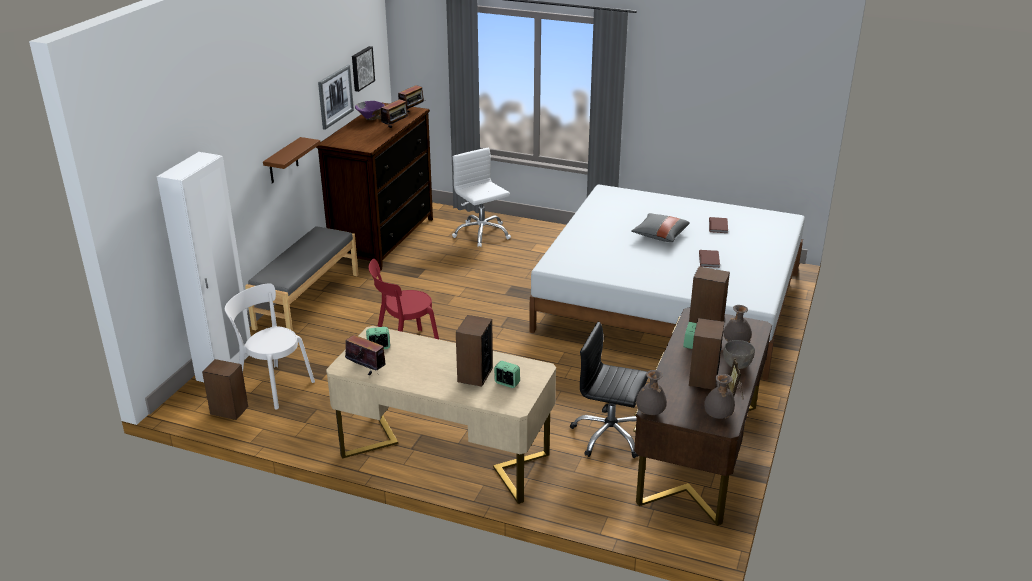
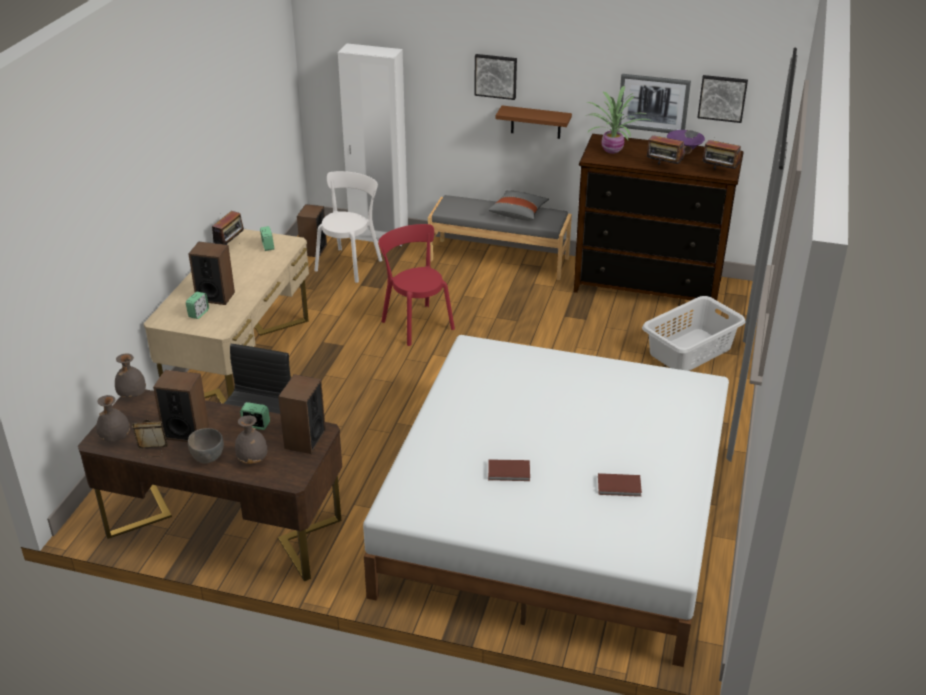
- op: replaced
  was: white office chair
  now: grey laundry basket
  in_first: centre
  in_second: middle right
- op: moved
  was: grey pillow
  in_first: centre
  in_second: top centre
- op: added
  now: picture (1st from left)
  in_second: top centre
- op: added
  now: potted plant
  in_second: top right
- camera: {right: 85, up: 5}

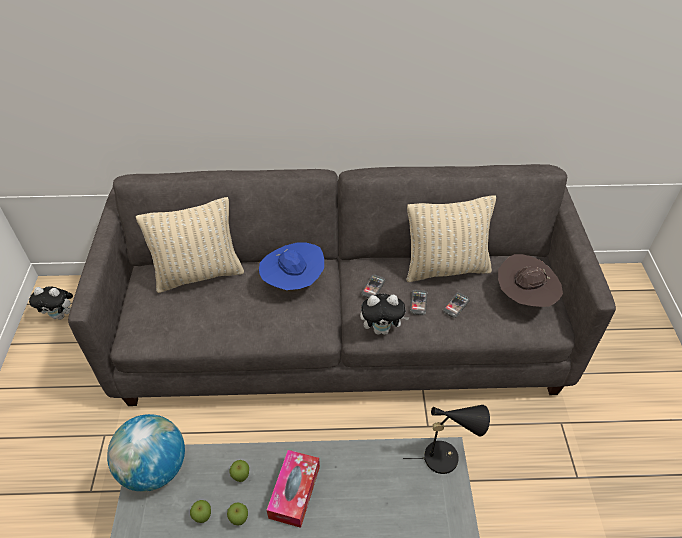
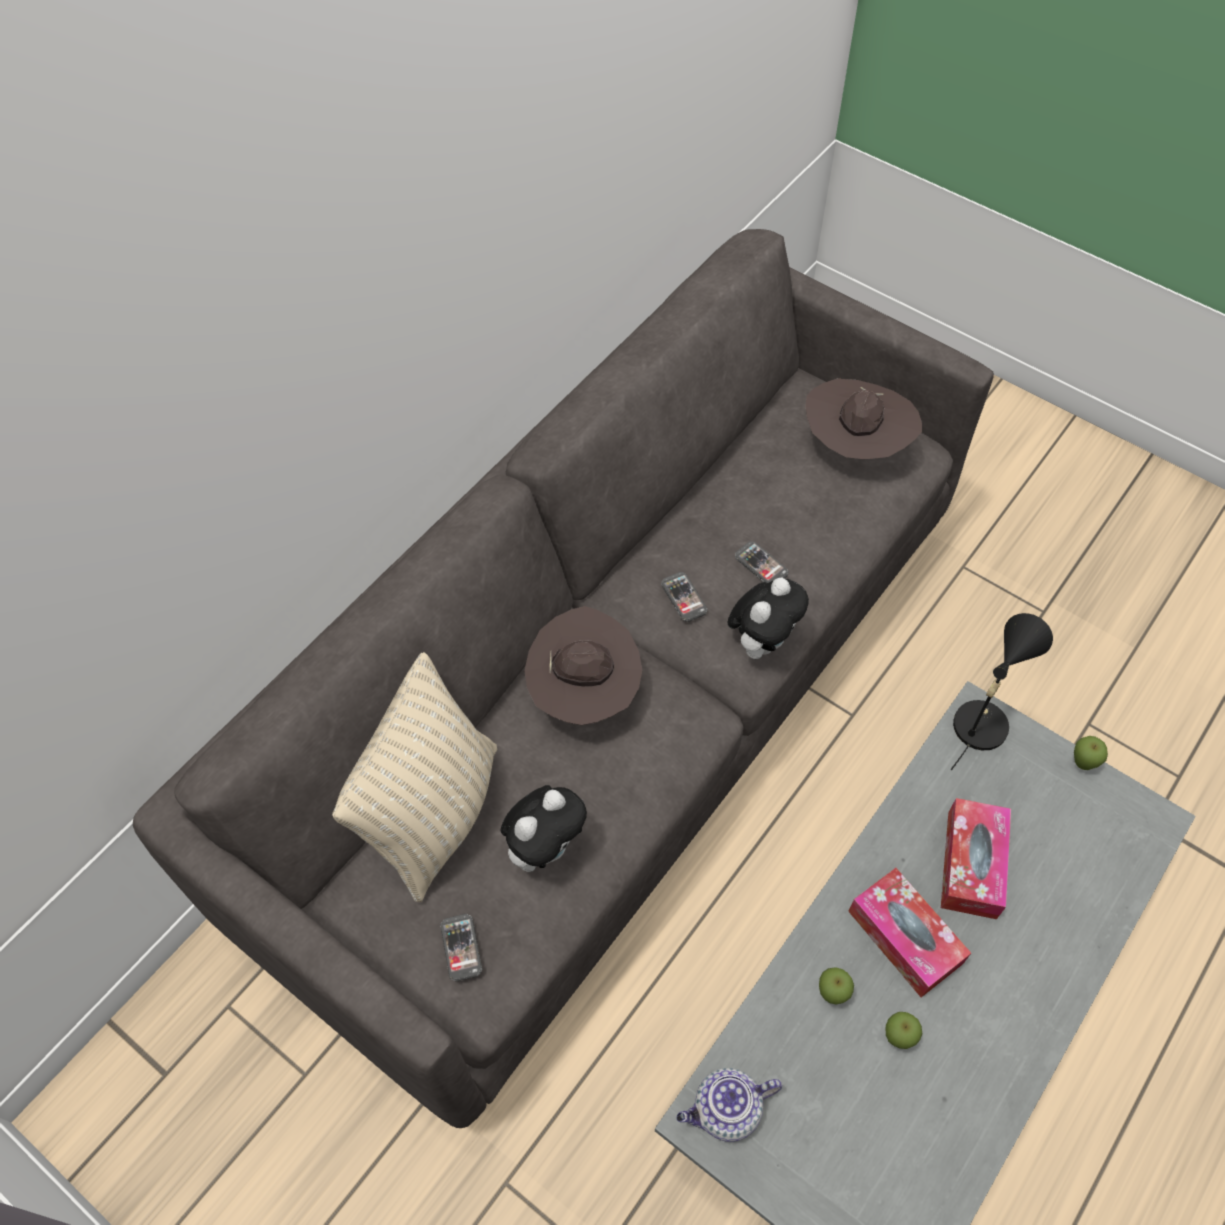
- op: moved
  was: plush toy (1st from left)
  in_first: middle left
  in_second: bottom centre
- op: replaced
  was: globe
  now: teapot
  in_first: bottom left
  in_second: bottom centre
- op: moved
  was: apple (1st from left in the first image)
  now: apple (3rd from left)
  in_first: bottom left
  in_second: middle right
- op: recoloured
  was: blue hat
  now: brown hat (1st from left)
  in_first: centre
  in_second: centre
- op: removed
  was: beige pillow (2nd from left)
  in_first: centre
- op: moved
  was: phone (3rd from left in the first image)
  now: phone (1st from left)
  in_first: middle right
  in_second: bottom centre
- op: added
  now: tissue box (2nd from left)
  in_second: bottom right
- camera: {right: -50, up: 10}

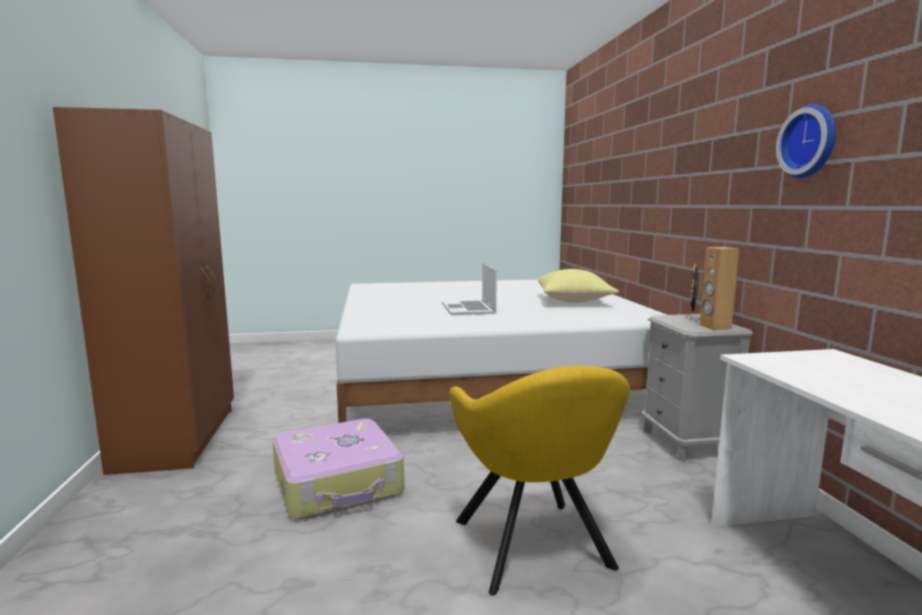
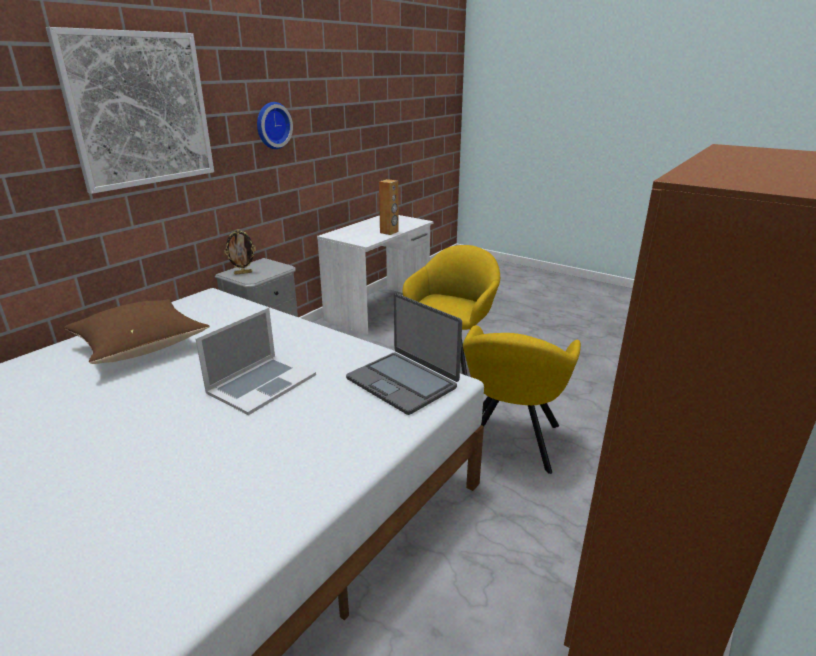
- op: replaced
  was: suitcase
  now: yellow armchair (2nd from left)
  in_first: bottom centre
  in_second: centre
- op: recoloured
  was: yellow pillow
  now: brown pillow
  in_first: centre
  in_second: middle left
- op: moved
  was: brown speaker
  in_first: middle right
  in_second: top centre
- op: added
  now: picture
  in_second: top left
- op: added
  now: laptop (2nd from left)
  in_second: centre
- camera: {right: -135, up: 15}

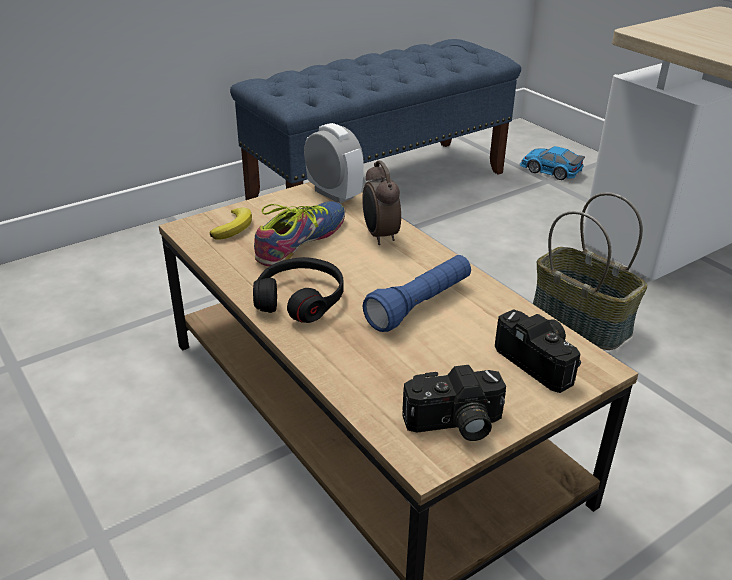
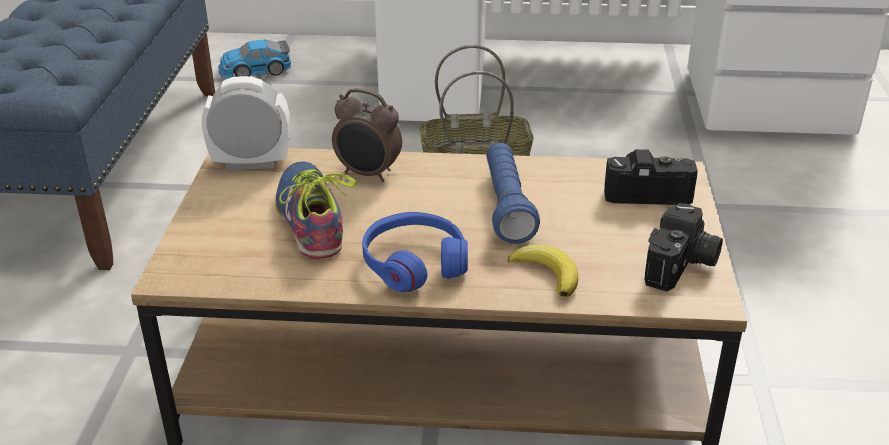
- op: moved
  was: banana
  in_first: middle left
  in_second: centre
- op: recoloured
  was: black headphones
  now: blue headphones
  in_first: centre
  in_second: centre
- camera: {right: -50, up: 0}

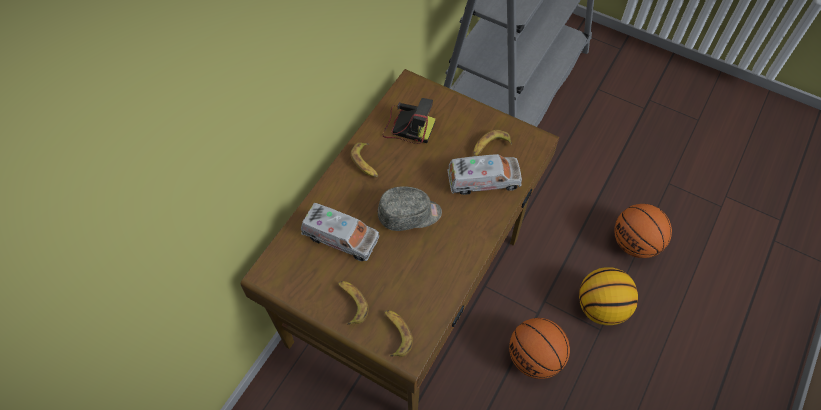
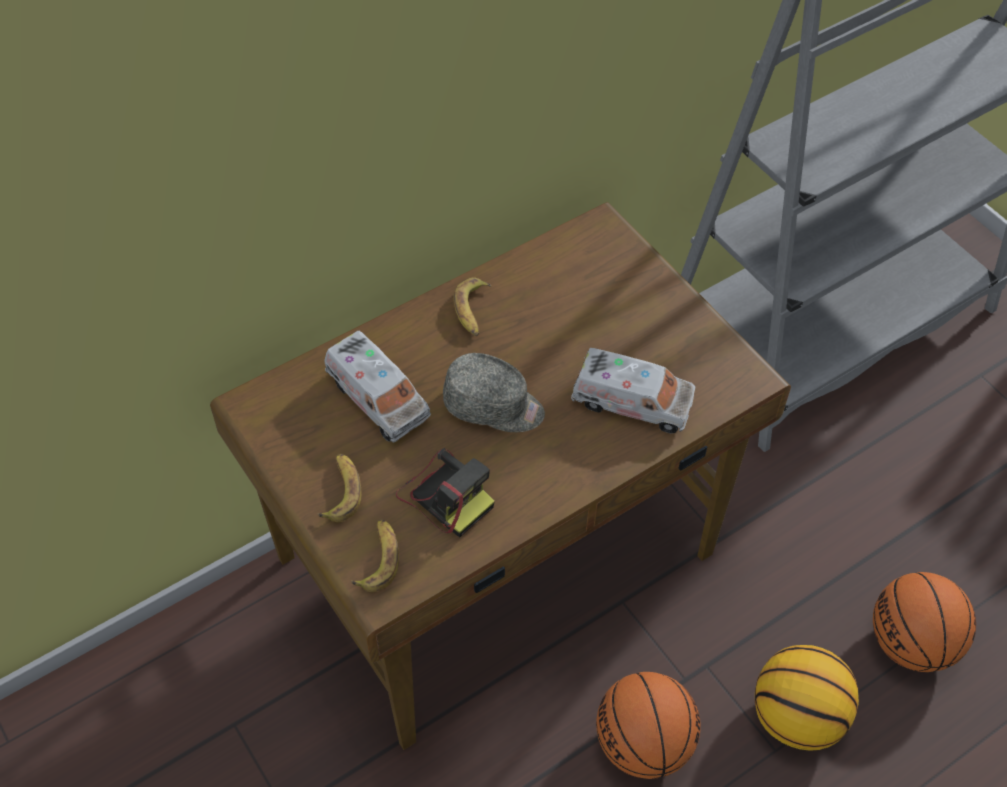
- op: moved
  was: photo camera
  in_first: top centre
  in_second: centre
- op: removed
  was: banana (4th from left)
  in_first: centre
- camera: {right: 25, up: -5}

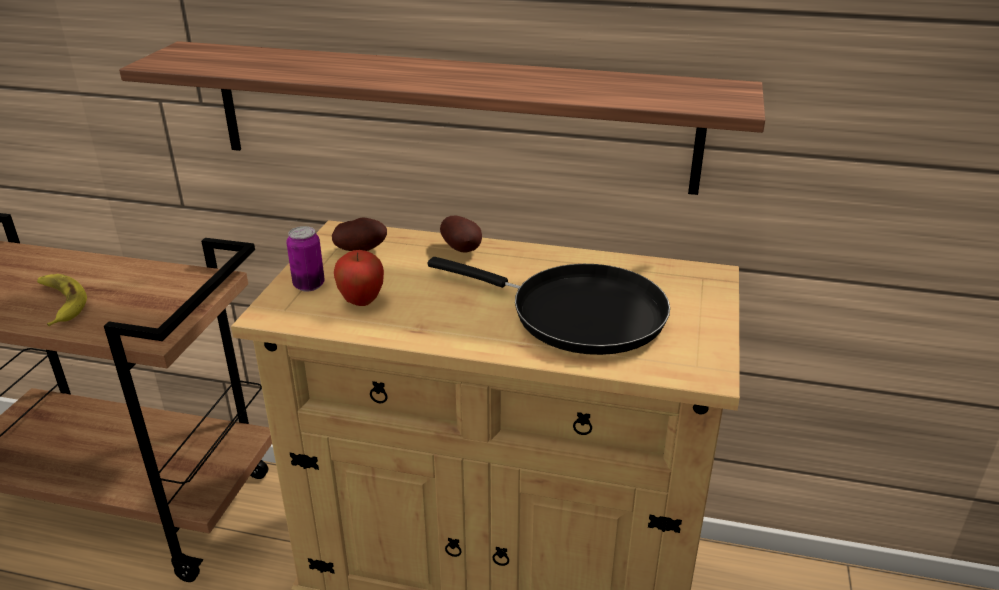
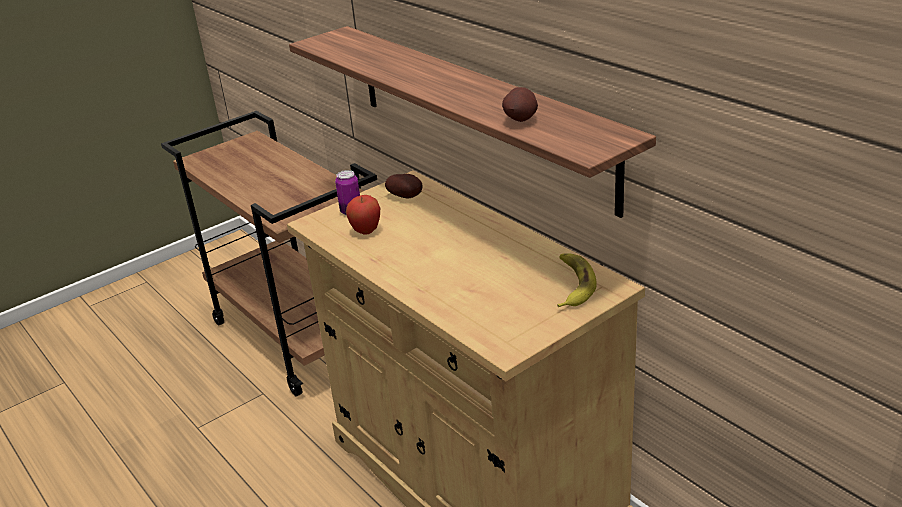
- op: moved
  was: banana
  in_first: middle left
  in_second: centre
- op: removed
  was: black frying pan
  in_first: centre
- op: moved
  was: potato (2nd from left)
  in_first: centre
  in_second: top centre
- camera: {right: 40, up: 0}

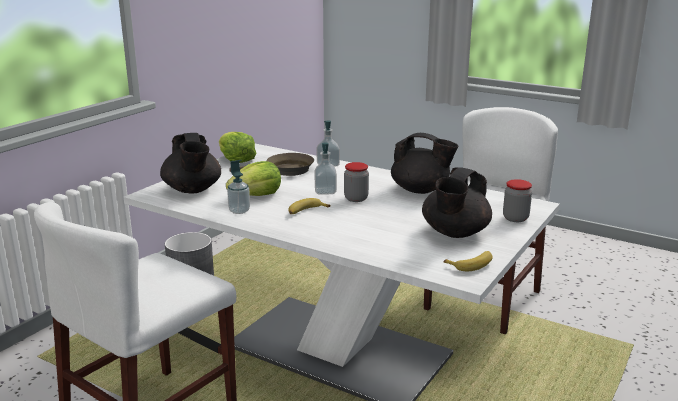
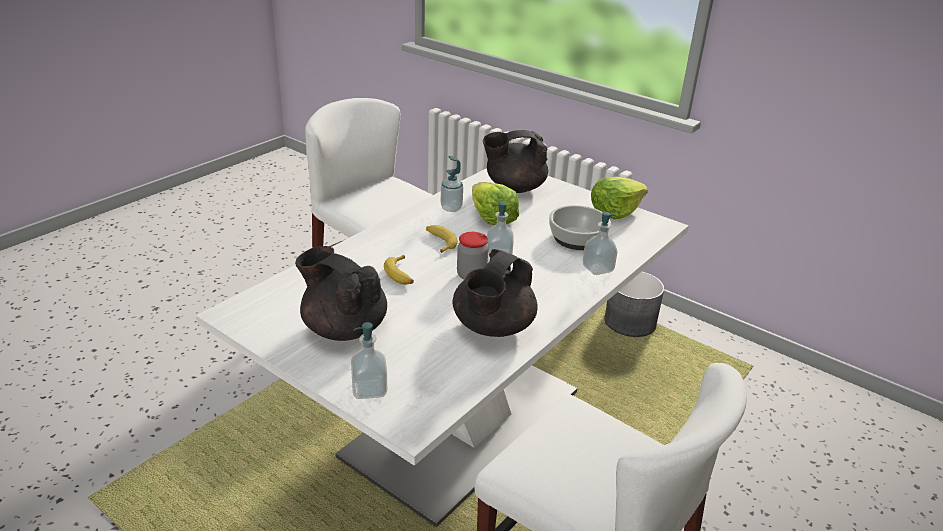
- op: replaced
  was: brown frying pan
  now: bowl
  in_first: centre
  in_second: centre
- op: moved
  was: banana (2nd from left in the first image)
  now: banana (1st from left)
  in_first: middle right
  in_second: centre
- op: replaced
  was: jar (2nd from left)
  now: soap dispenser (1st from left)
  in_first: middle right
  in_second: bottom centre
- camera: {right: 95, up: 10}

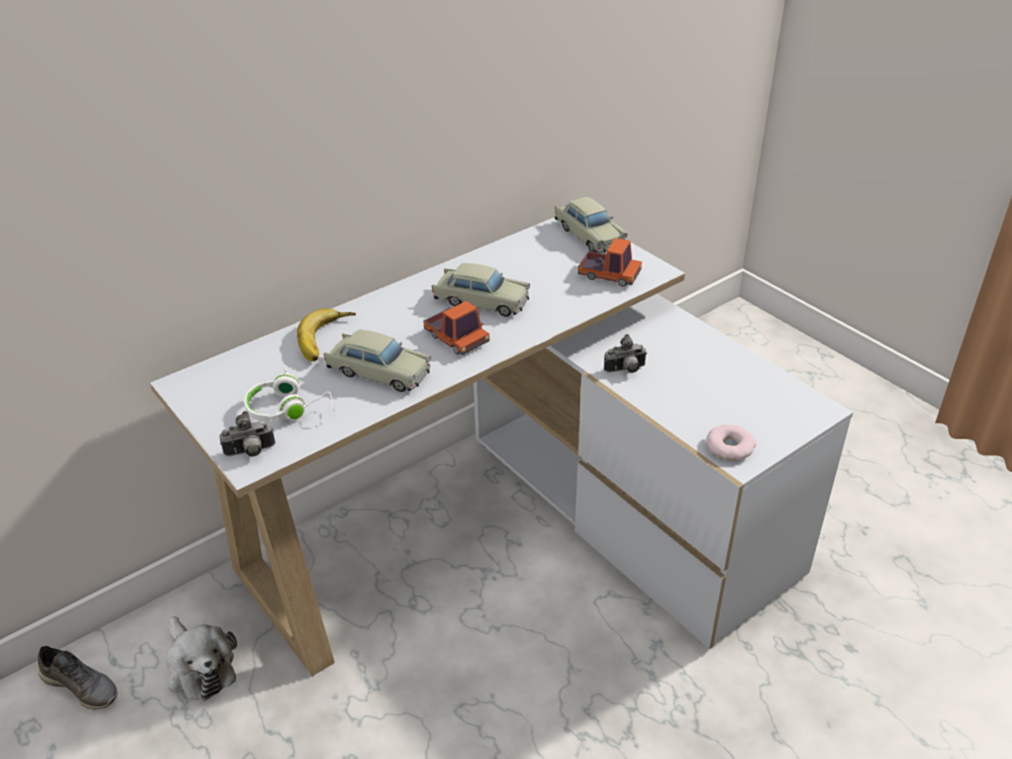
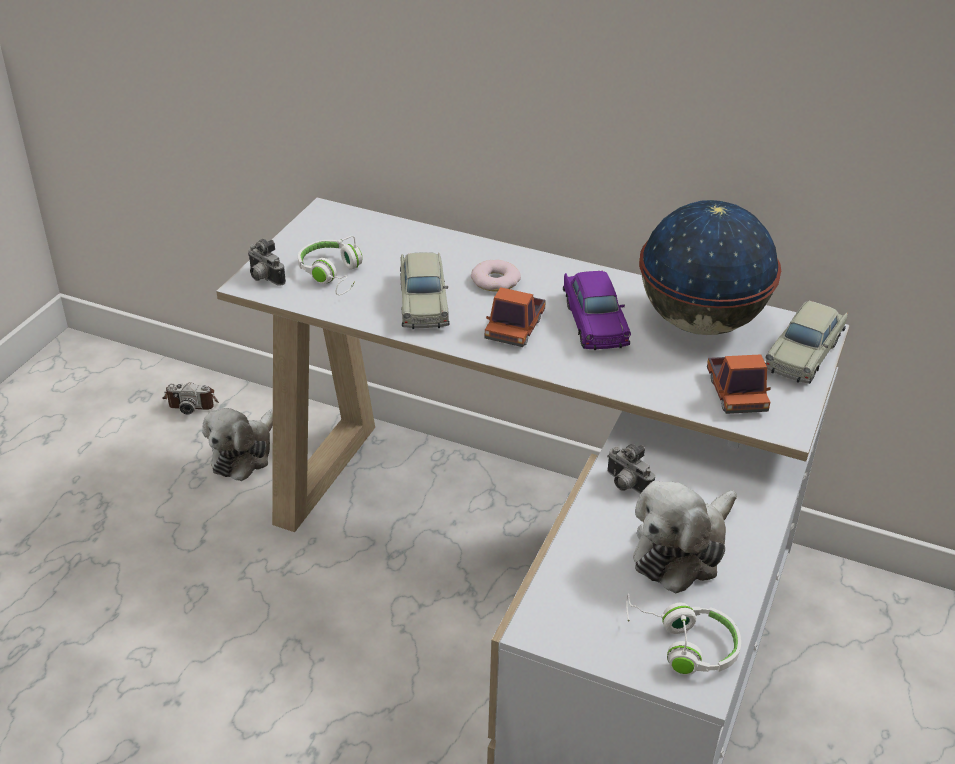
- op: replaced
  was: grey shoe
  now: photo camera (1st from left)
  in_first: bottom left
  in_second: middle left
- op: removed
  was: banana
  in_first: middle left
- op: recoloured
  was: beige toy car (2nd from left)
  now: purple toy car
  in_first: centre
  in_second: centre
- op: moved
  was: donut
  in_first: middle right
  in_second: centre
- op: added
  now: white headphones (2nd from left)
  in_second: bottom right
- op: added
  now: plush toy (2nd from left)
  in_second: bottom right
- op: added
  now: globe
  in_second: middle right
- camera: {right: 60, up: 0}

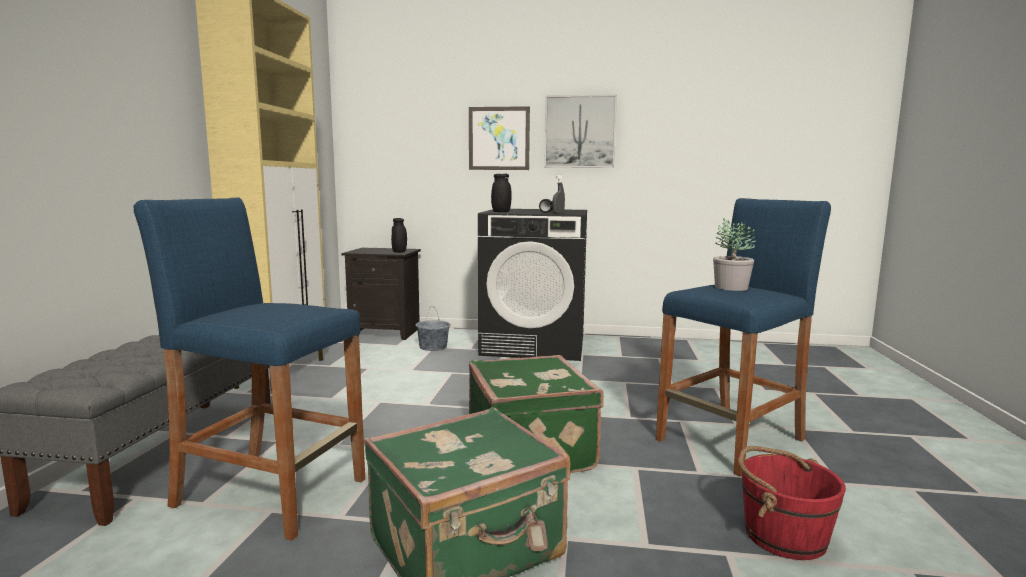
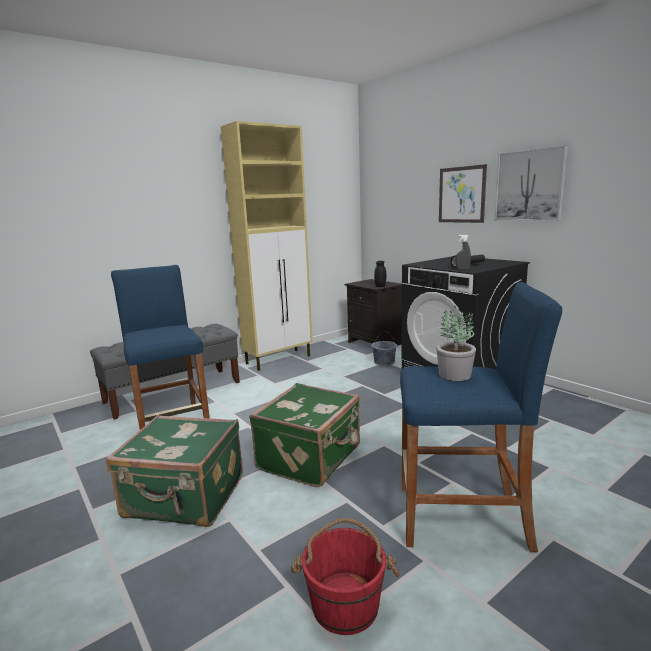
- op: removed
  was: black jar (2nd from left)
  in_first: centre
- camera: {right: 45, up: 5}

